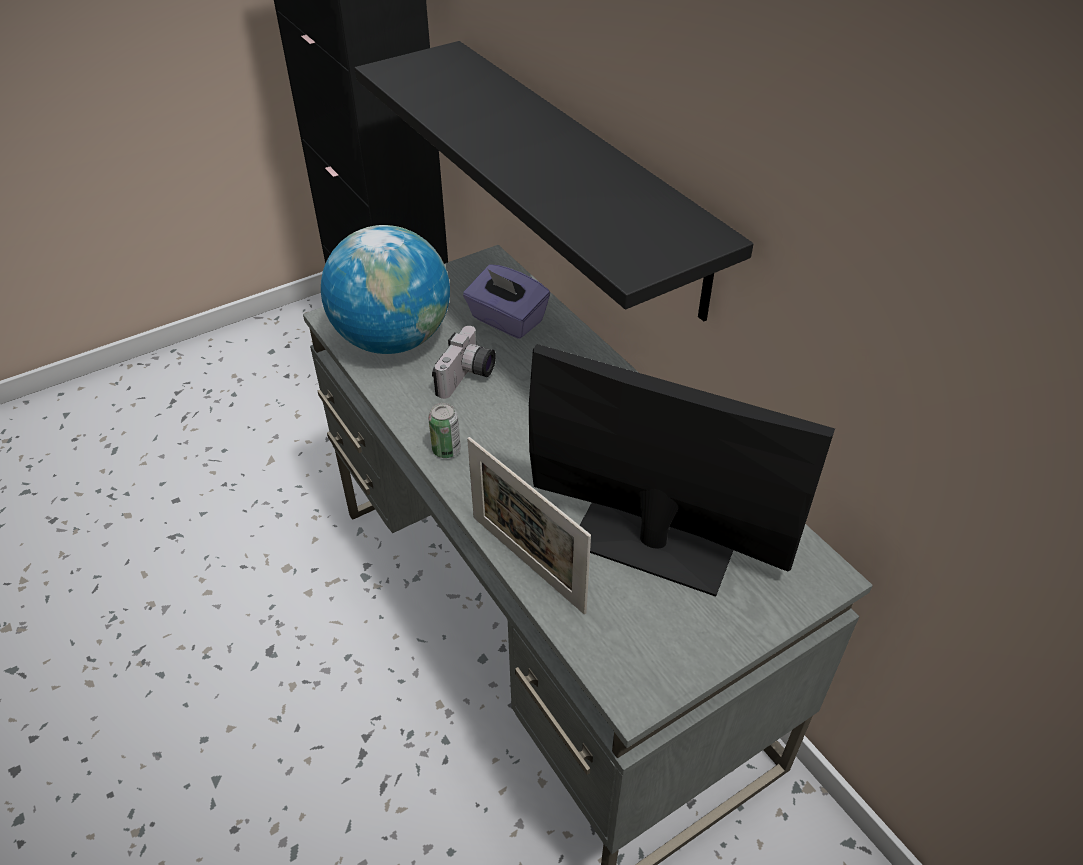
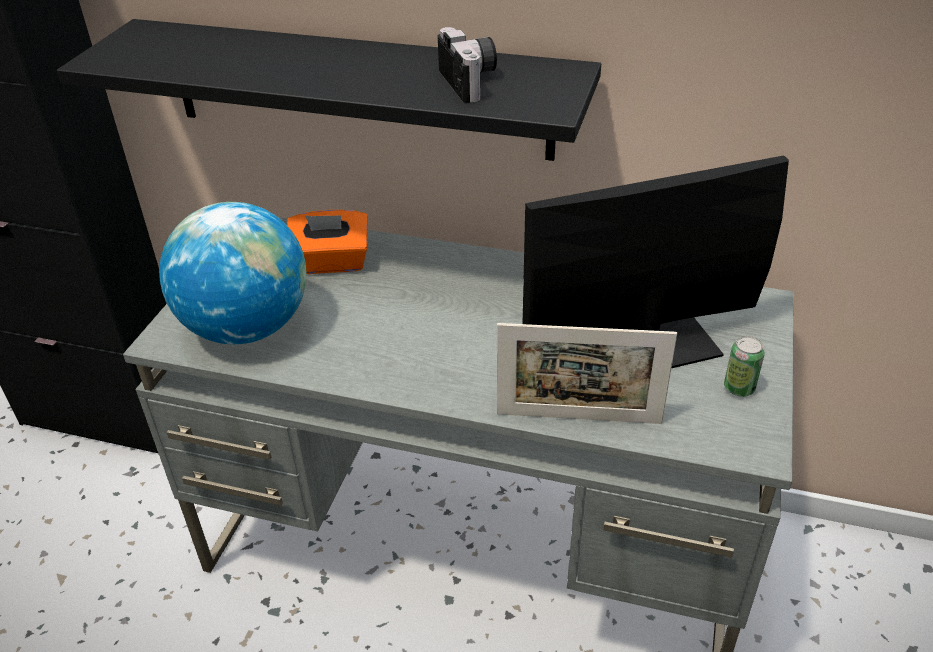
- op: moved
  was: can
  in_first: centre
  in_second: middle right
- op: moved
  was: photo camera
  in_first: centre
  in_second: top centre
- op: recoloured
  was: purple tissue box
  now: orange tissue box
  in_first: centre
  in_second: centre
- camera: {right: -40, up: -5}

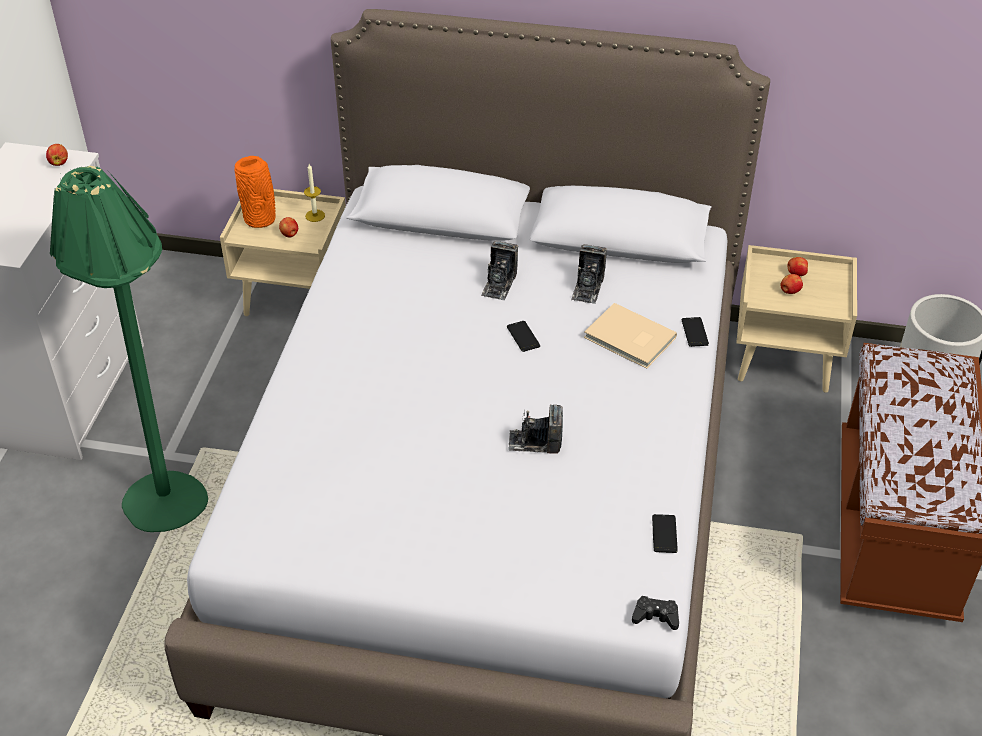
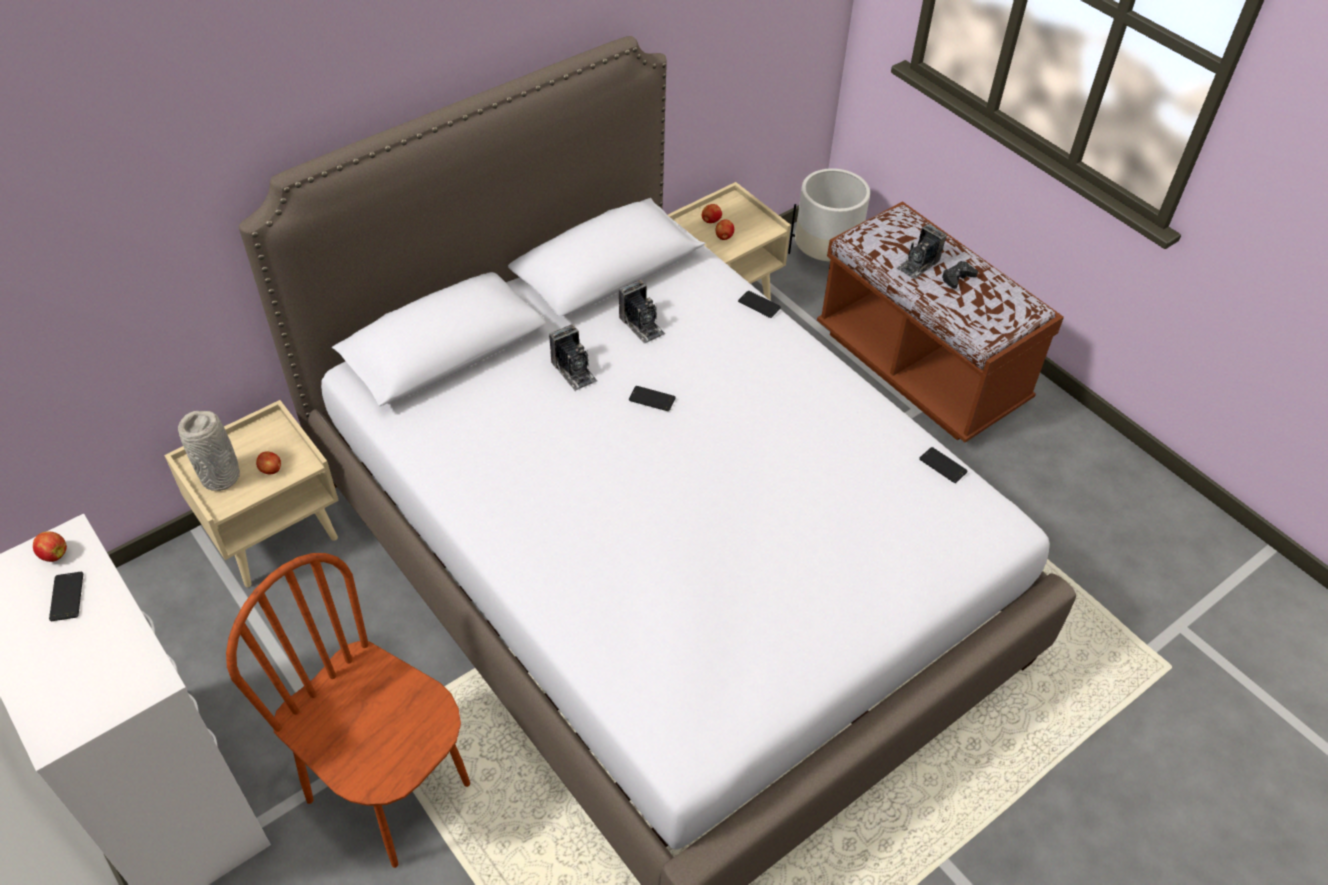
- op: replaced
  was: green floor lamp
  now: brown chair
  in_first: middle left
  in_second: bottom left
- op: recoloured
  was: orange vase
  now: grey vase
  in_first: top left
  in_second: middle left
- op: removed
  was: candle
  in_first: top left
- op: moved
  was: photo camera (2nd from left in the first image)
  now: photo camera (3rd from left)
  in_first: centre
  in_second: top right
- op: removed
  was: beige book
  in_first: centre
- op: moved
  was: black game controller
  in_first: bottom right
  in_second: top right
- op: added
  now: phone (1st from left)
  in_second: bottom left
- camera: {right: -50, up: 5}

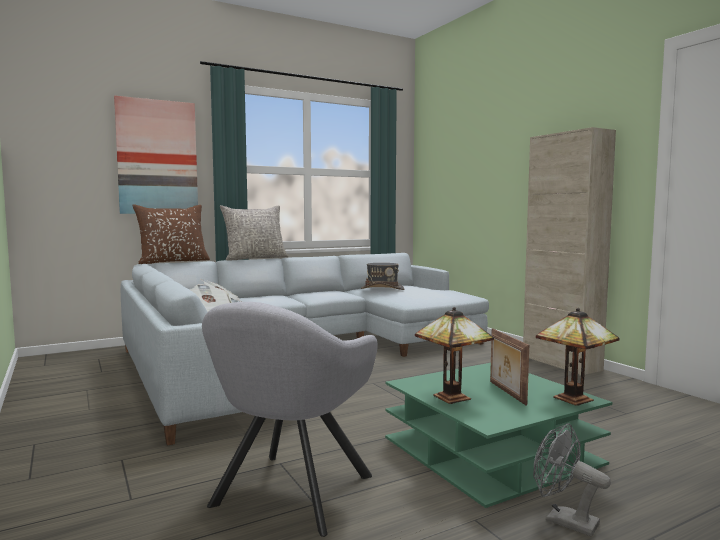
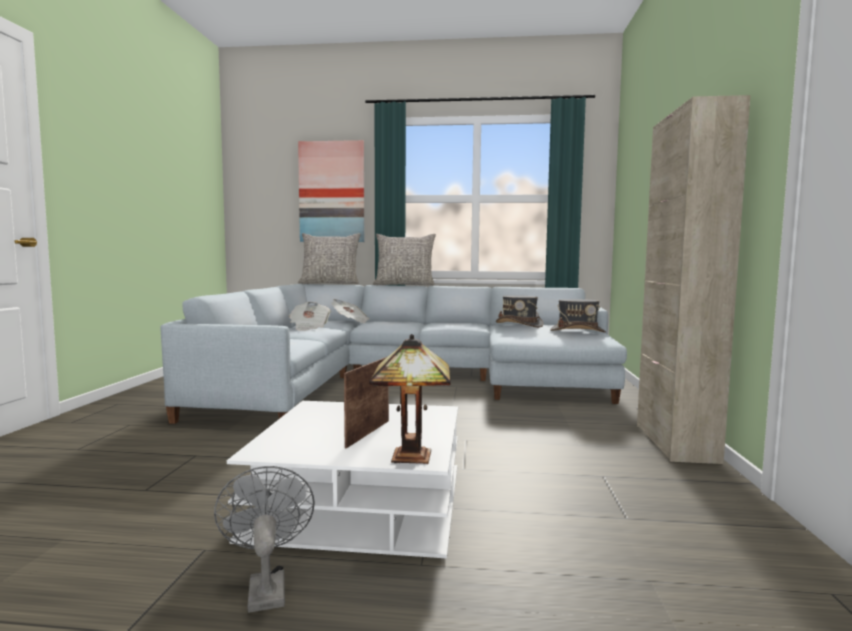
- op: recoloured
  was: brown pillow
  now: grey pillow (1st from left)
  in_first: middle left
  in_second: centre
- op: removed
  was: grey armchair
  in_first: bottom centre
- op: recoloured
  was: green coffee table
  now: white coffee table
  in_first: bottom right
  in_second: bottom centre
- op: removed
  was: table lamp (1st from left)
  in_first: centre
- op: added
  now: grey hat (2nd from left)
  in_second: middle right
- camera: {right: 35, up: 0}

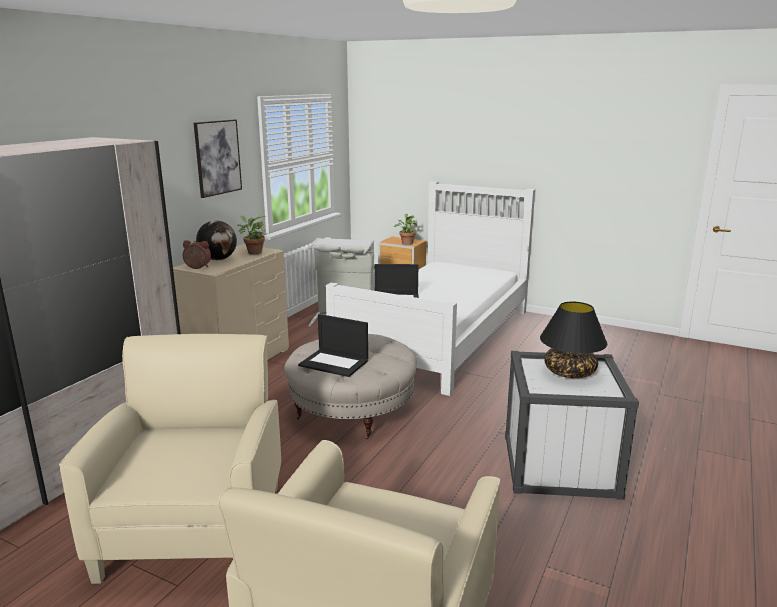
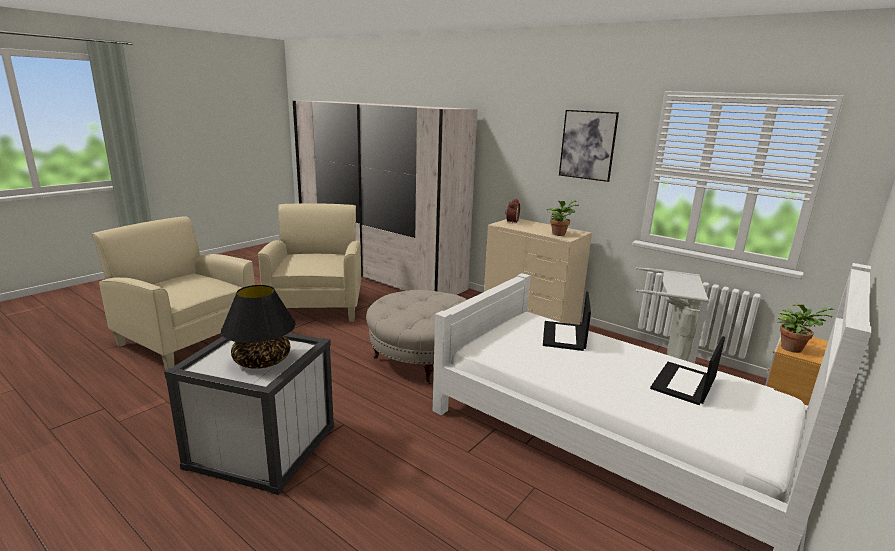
- op: turned
  was: beige armchair (1st from left in the first image)
  in_first: bottom left
  in_second: centre
  clockwise: -105
- op: removed
  was: globe
  in_first: middle left
- op: moved
  was: laptop (1st from left in the first image)
  now: laptop (2nd from left)
  in_first: centre
  in_second: bottom right
- camera: {right: 100, up: 0}

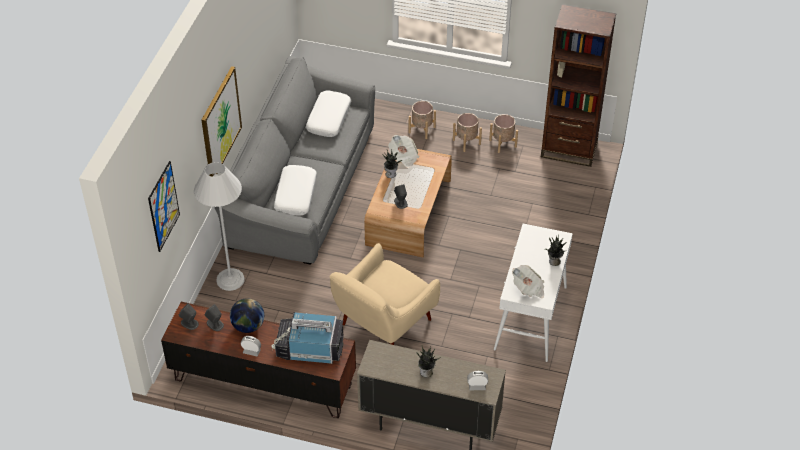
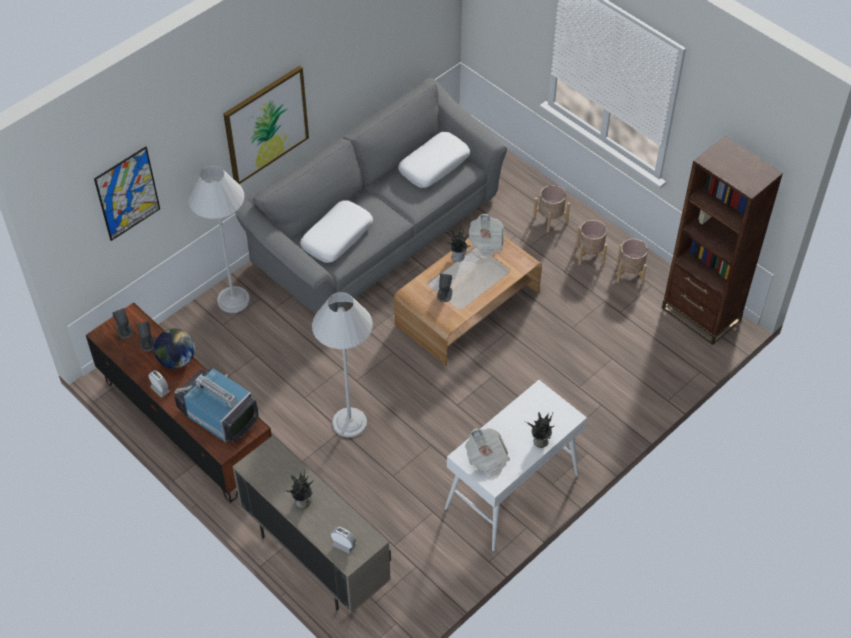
- op: replaced
  was: beige armchair
  now: white floor lamp (2nd from left)
  in_first: centre
  in_second: centre
- camera: {right: 30, up: 5}

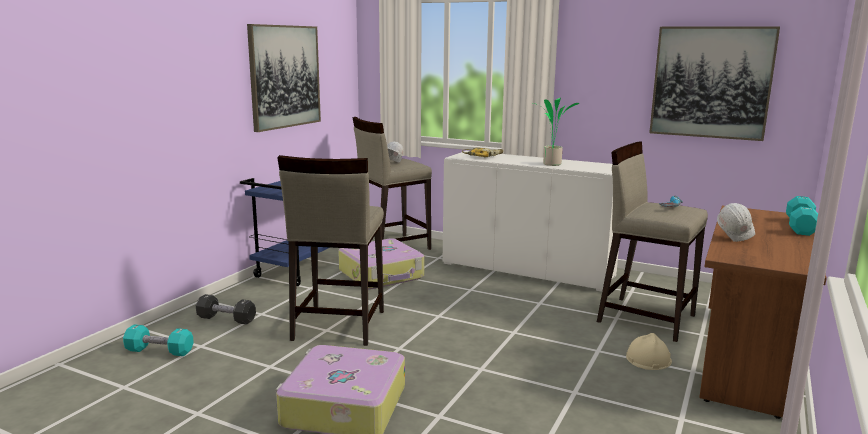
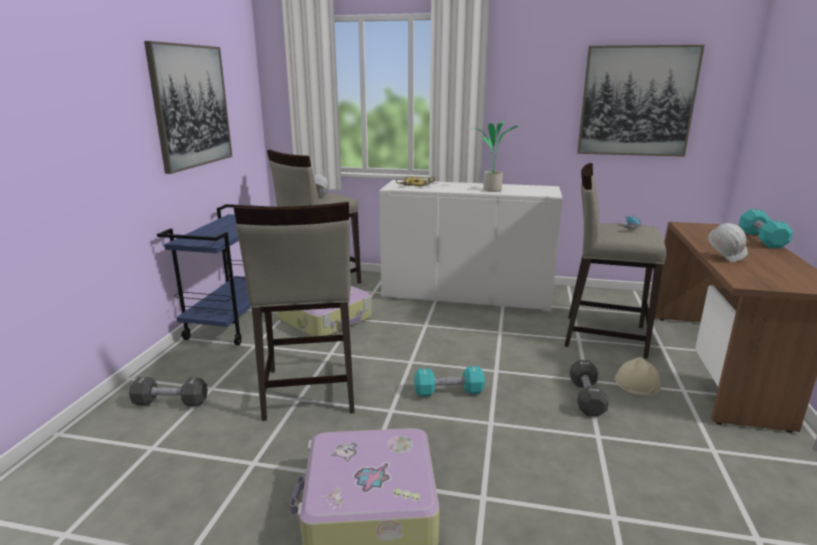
- op: moved
  was: turquoise dumbbell (1st from left)
  in_first: bottom left
  in_second: bottom centre
- op: added
  now: black dumbbell (2nd from left)
  in_second: bottom right
- camera: {right: -15, up: 5}

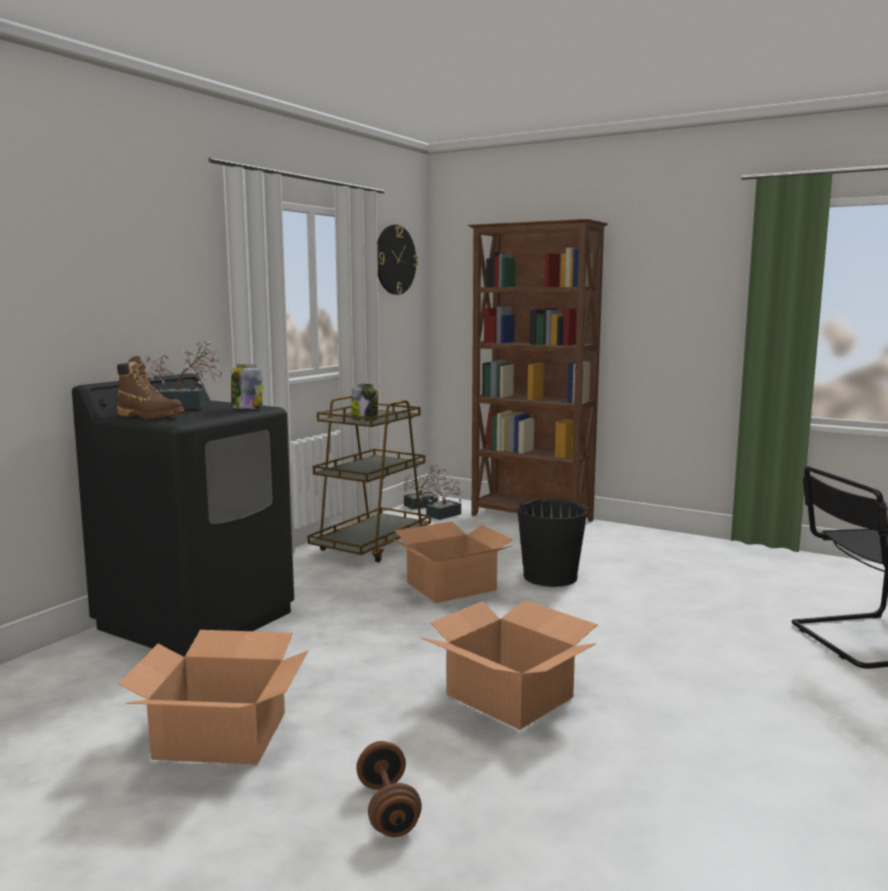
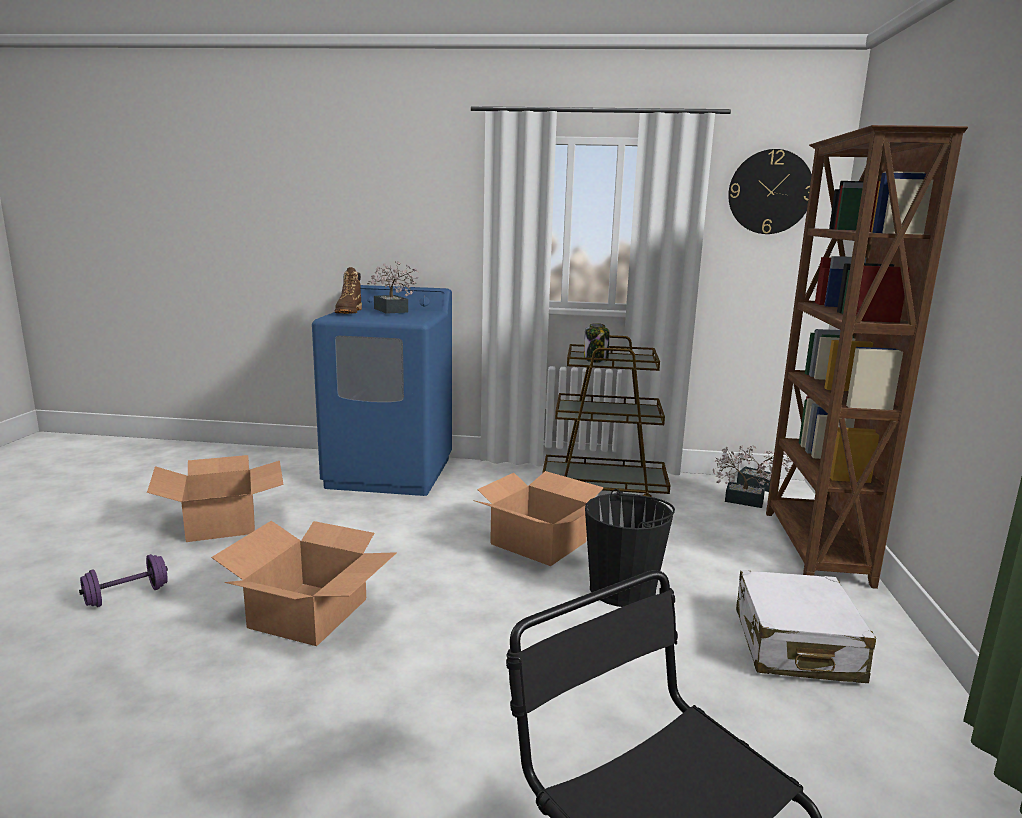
- op: recoloured
  was: black washing machine
  now: blue washing machine
  in_first: middle left
  in_second: centre
- op: removed
  was: jar (1st from left)
  in_first: middle left
- op: recoloured
  was: brown dumbbell
  now: purple dumbbell
  in_first: bottom centre
  in_second: bottom left
- op: added
  now: white suitcase
  in_second: bottom right
- camera: {right: 65, up: 5}

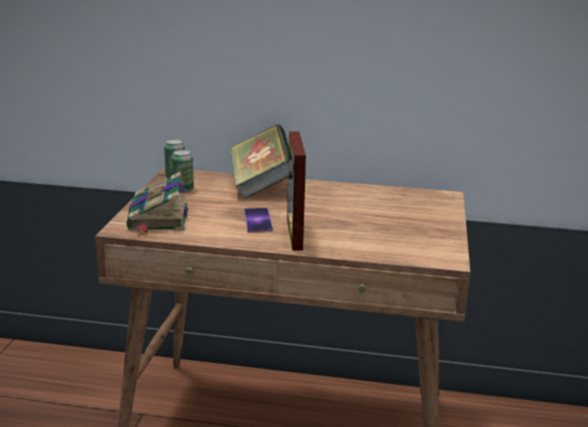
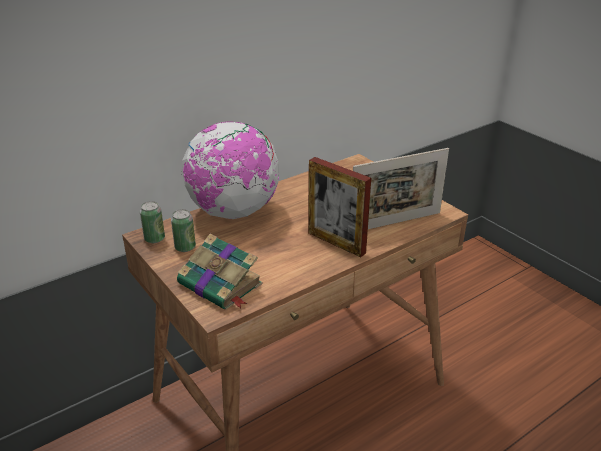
- op: replaced
  was: book (2nd from left)
  now: globe
  in_first: centre
  in_second: centre
- op: removed
  was: phone
  in_first: centre
- op: added
  now: picture frame (2nd from left)
  in_second: middle right
- camera: {right: -45, up: 10}

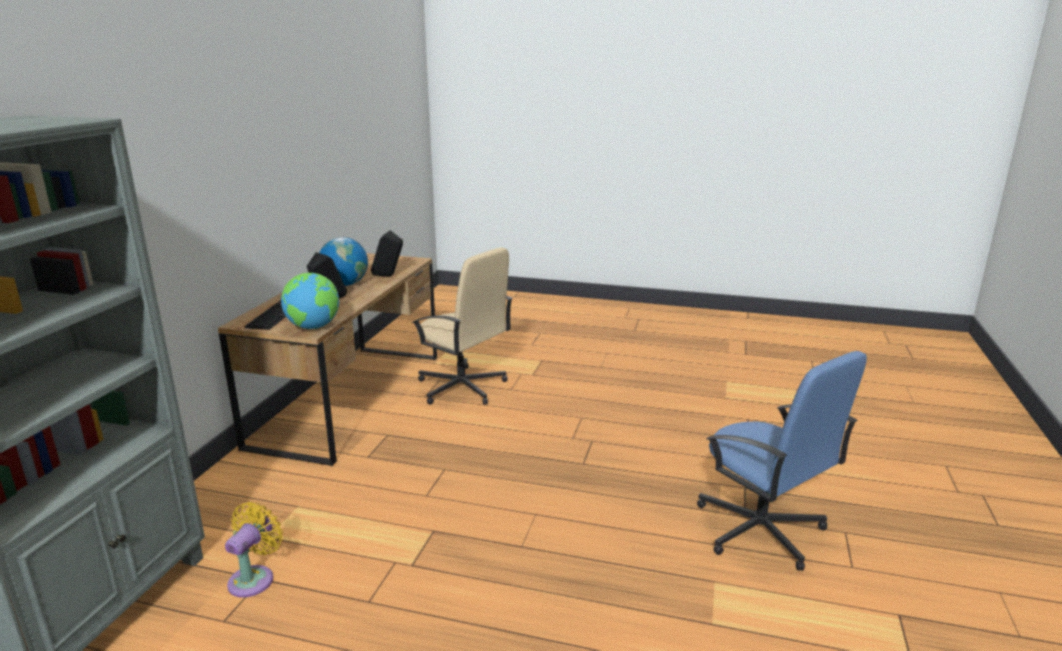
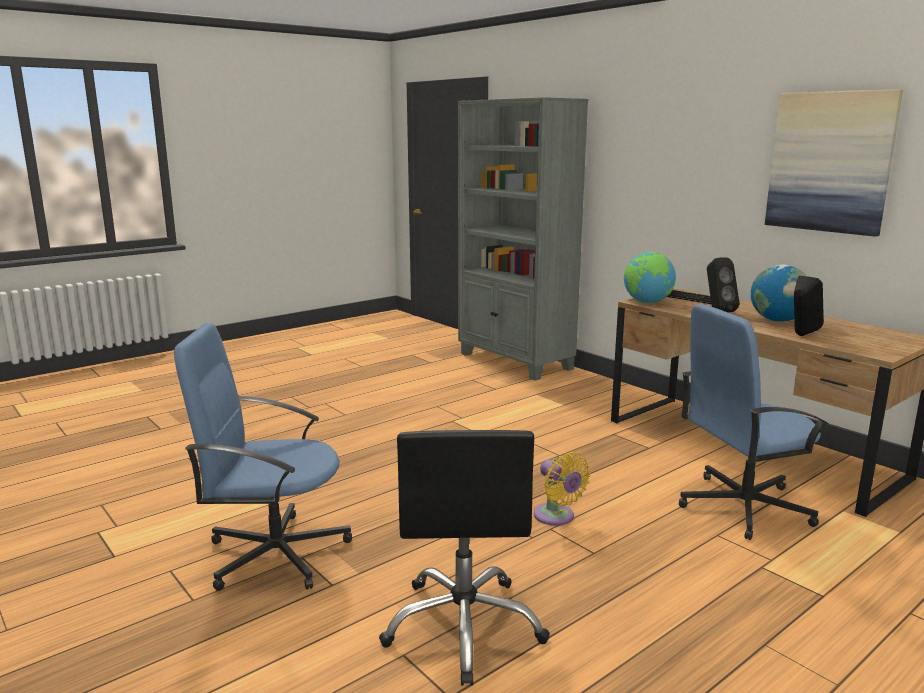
- op: moved
  was: yellow fan
  in_first: bottom left
  in_second: bottom centre
- op: recoloured
  was: beige office chair
  now: blue office chair (2nd from left)
  in_first: centre
  in_second: middle right
- op: added
  now: black office chair
  in_second: bottom centre
- op: added
  now: picture
  in_second: top right
- camera: {right: 125, up: -5}

